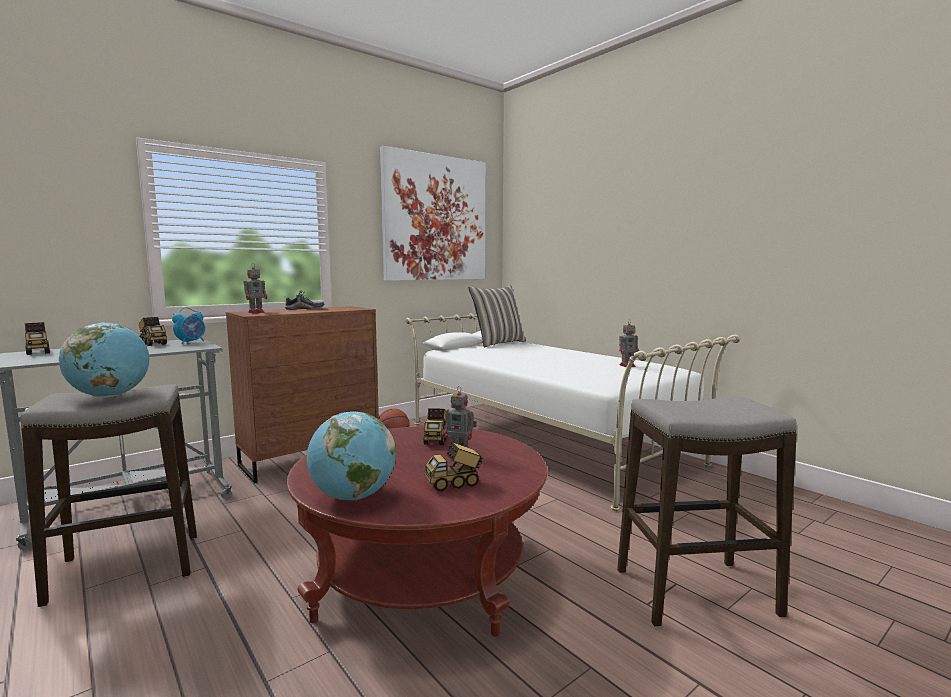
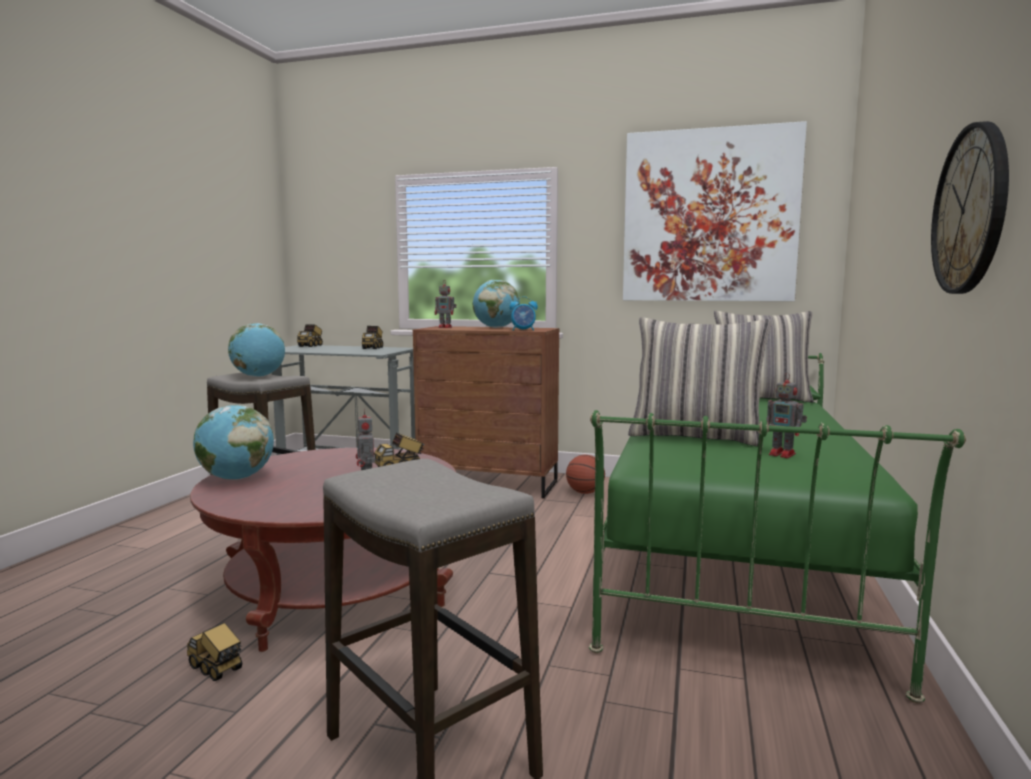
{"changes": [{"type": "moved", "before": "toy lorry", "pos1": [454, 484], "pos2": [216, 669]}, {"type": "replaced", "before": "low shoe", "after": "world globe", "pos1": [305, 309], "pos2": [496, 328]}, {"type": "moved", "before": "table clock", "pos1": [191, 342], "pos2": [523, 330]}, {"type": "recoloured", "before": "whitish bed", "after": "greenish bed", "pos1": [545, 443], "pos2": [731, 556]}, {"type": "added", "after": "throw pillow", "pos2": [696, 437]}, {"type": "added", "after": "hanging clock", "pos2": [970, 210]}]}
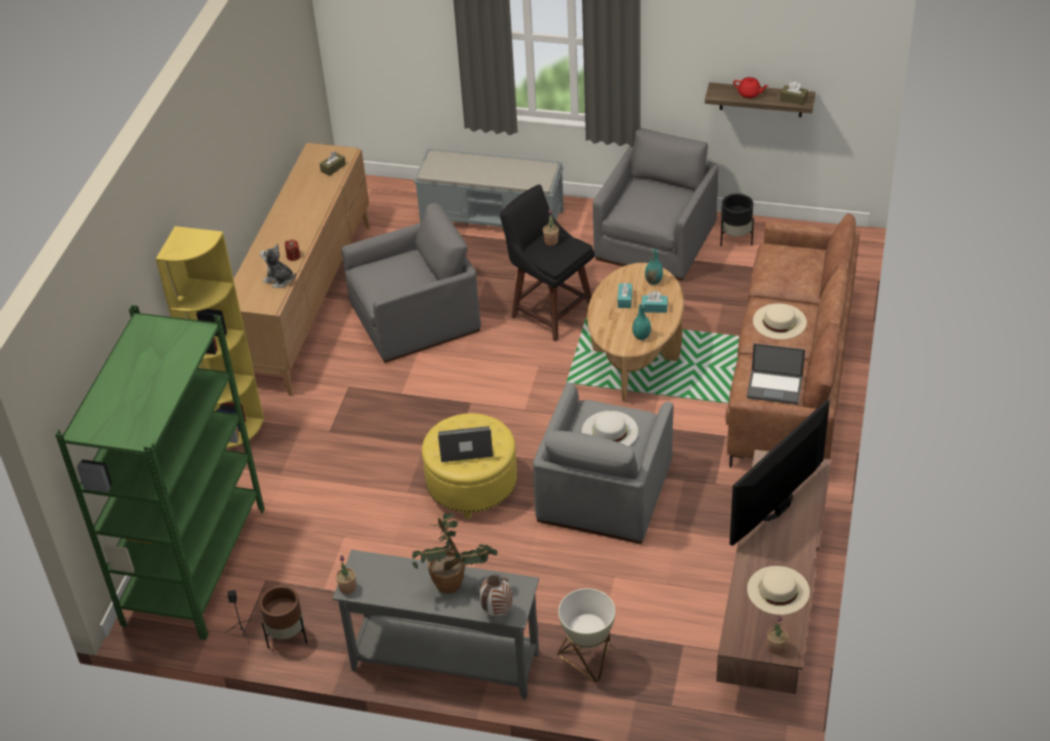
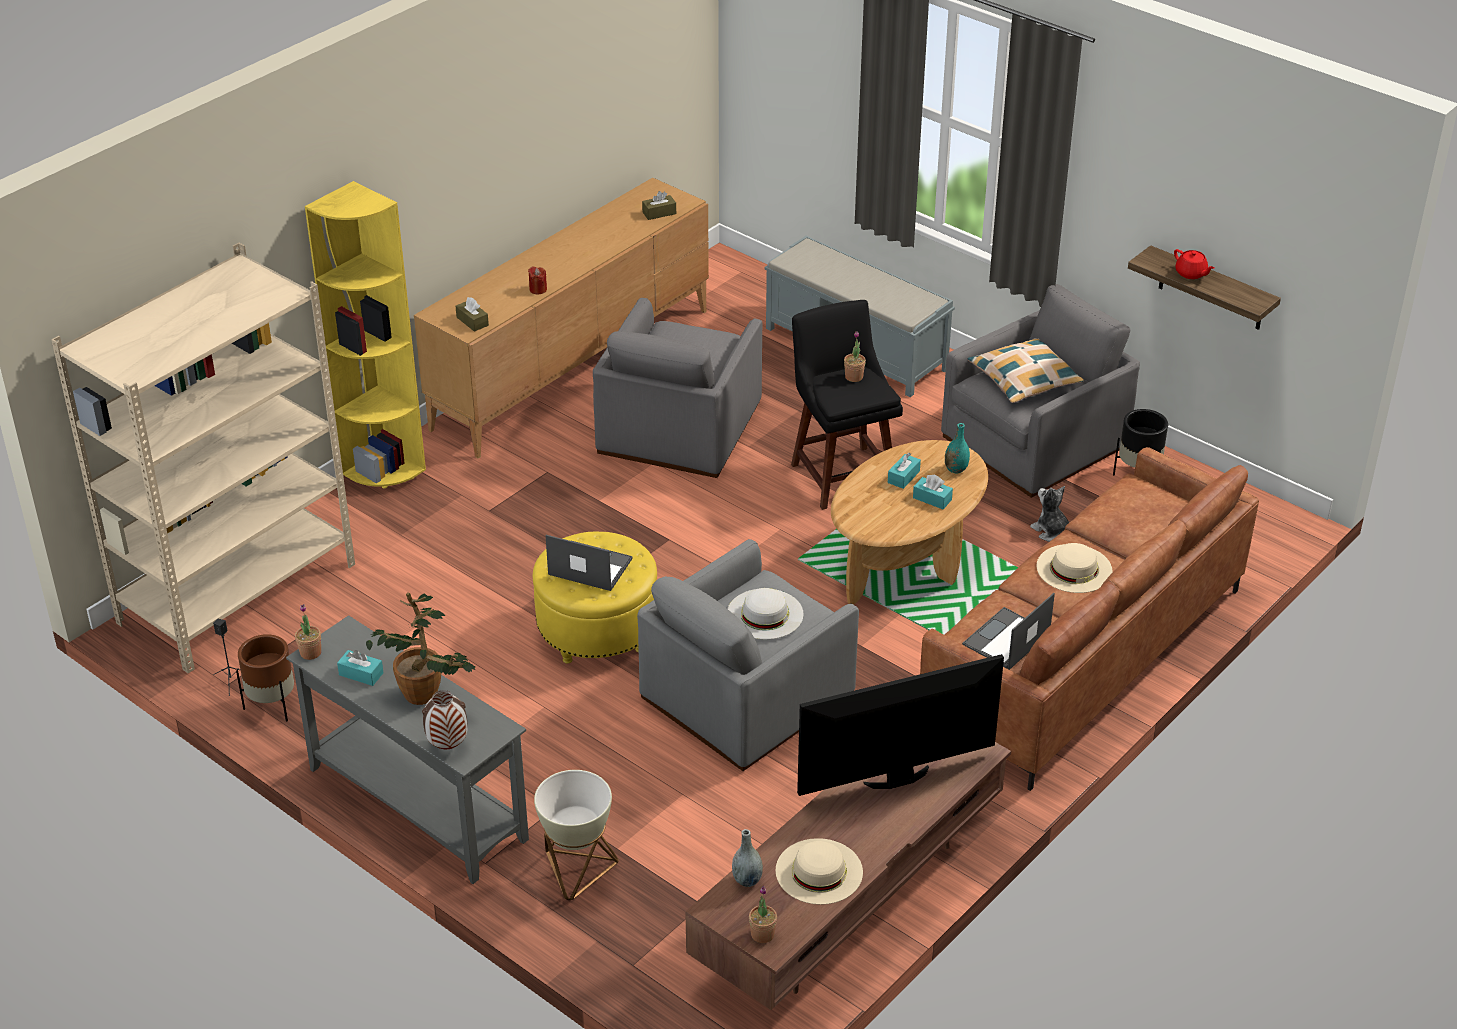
{"changes": [{"type": "recoloured", "before": "greenish bookcase", "after": "beige-coloured bookcase", "pos1": [195, 565], "pos2": [238, 593]}, {"type": "added", "after": "turquoise-coloured tissue holder", "pos2": [361, 674]}, {"type": "moved", "before": "brown-coloured tissue holder", "pos1": [793, 99], "pos2": [472, 321]}, {"type": "turned", "before": "grey lounge chair", "pos1": [415, 319], "pos2": [678, 426], "turn": 105}, {"type": "added", "after": "grey vase", "pos2": [747, 880]}, {"type": "turned", "before": "laptop", "pos1": [775, 387], "pos2": [1006, 640], "turn": 90}, {"type": "added", "after": "throw pillow", "pos2": [1024, 379]}, {"type": "moved", "before": "plush toy", "pos1": [279, 280], "pos2": [1051, 532]}, {"type": "removed", "before": "turquoise-coloured vase", "pos1": [641, 336]}]}
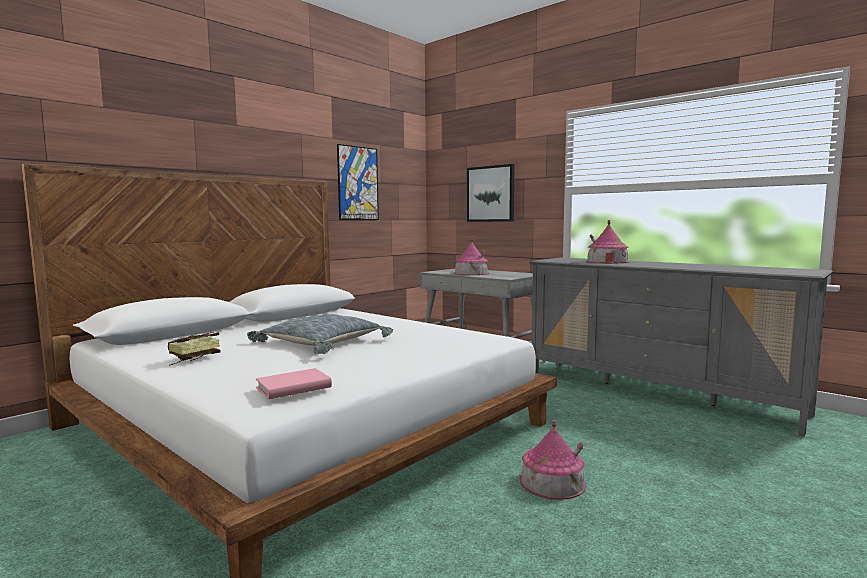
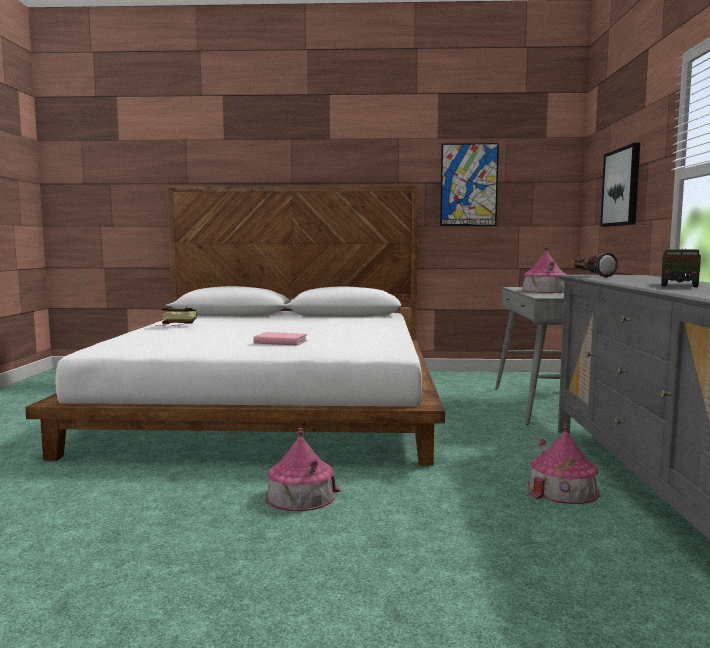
{"changes": [{"type": "moved", "before": "pink-coloured book", "pos1": [294, 388], "pos2": [280, 342]}, {"type": "moved", "before": "miniature house", "pos1": [607, 261], "pos2": [562, 489]}, {"type": "added", "after": "flashlight", "pos2": [590, 276]}, {"type": "added", "after": "toy lorry", "pos2": [678, 285]}, {"type": "removed", "before": "throw pillow", "pos1": [321, 341]}]}
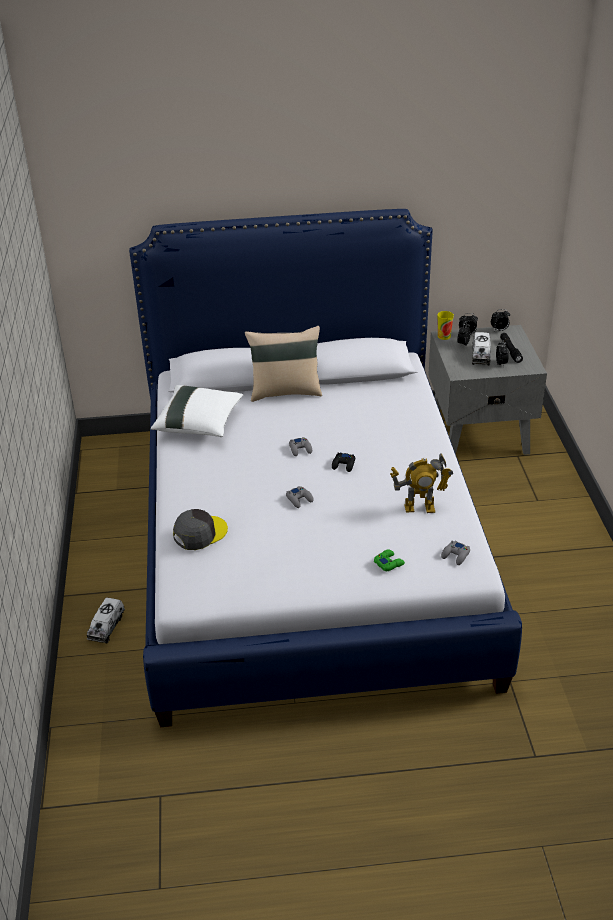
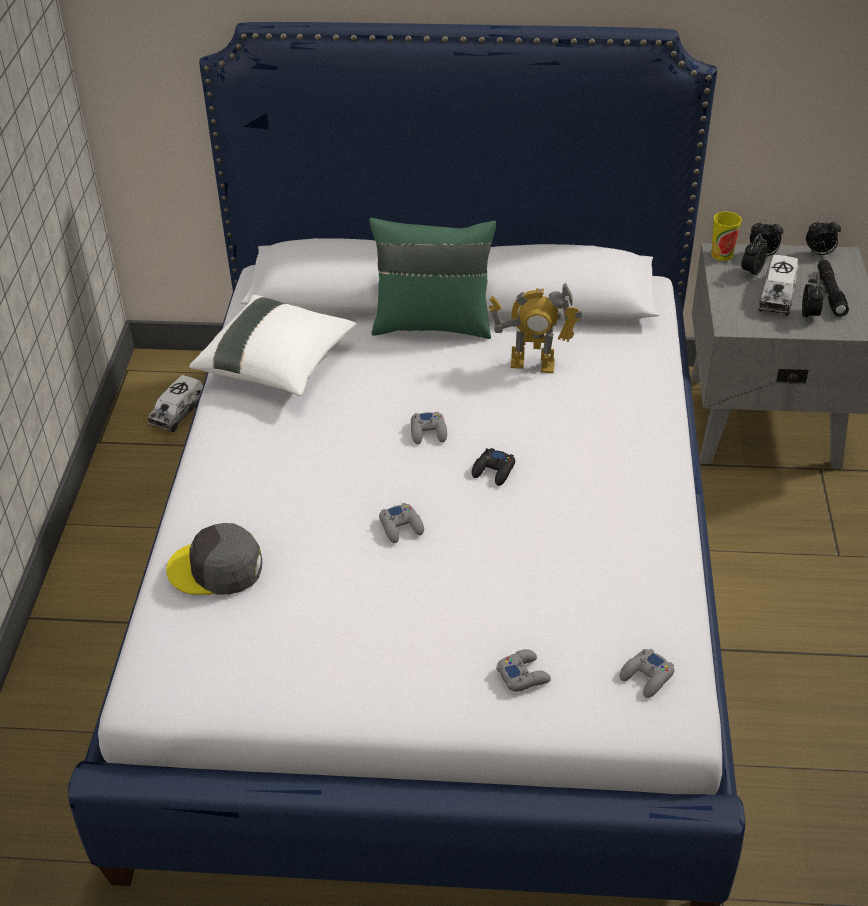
{"changes": [{"type": "moved", "before": "toy lorry", "pos1": [106, 627], "pos2": [178, 413]}, {"type": "turned", "before": "grey peaked cap", "pos1": [200, 533], "pos2": [216, 568], "turn": -150}, {"type": "recoloured", "before": "beige-coloured throw pillow", "after": "greenish throw pillow", "pos1": [285, 391], "pos2": [432, 324]}, {"type": "moved", "before": "toy robot", "pos1": [419, 508], "pos2": [533, 364]}, {"type": "recoloured", "before": "greenish gamepad", "after": "grey gamepad", "pos1": [389, 563], "pos2": [523, 675]}]}
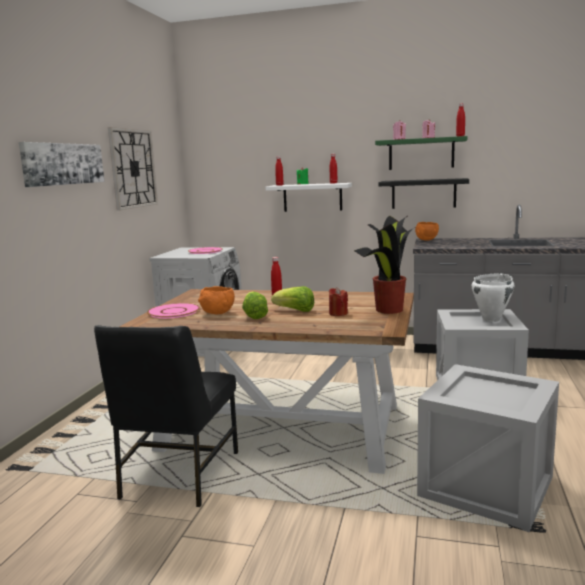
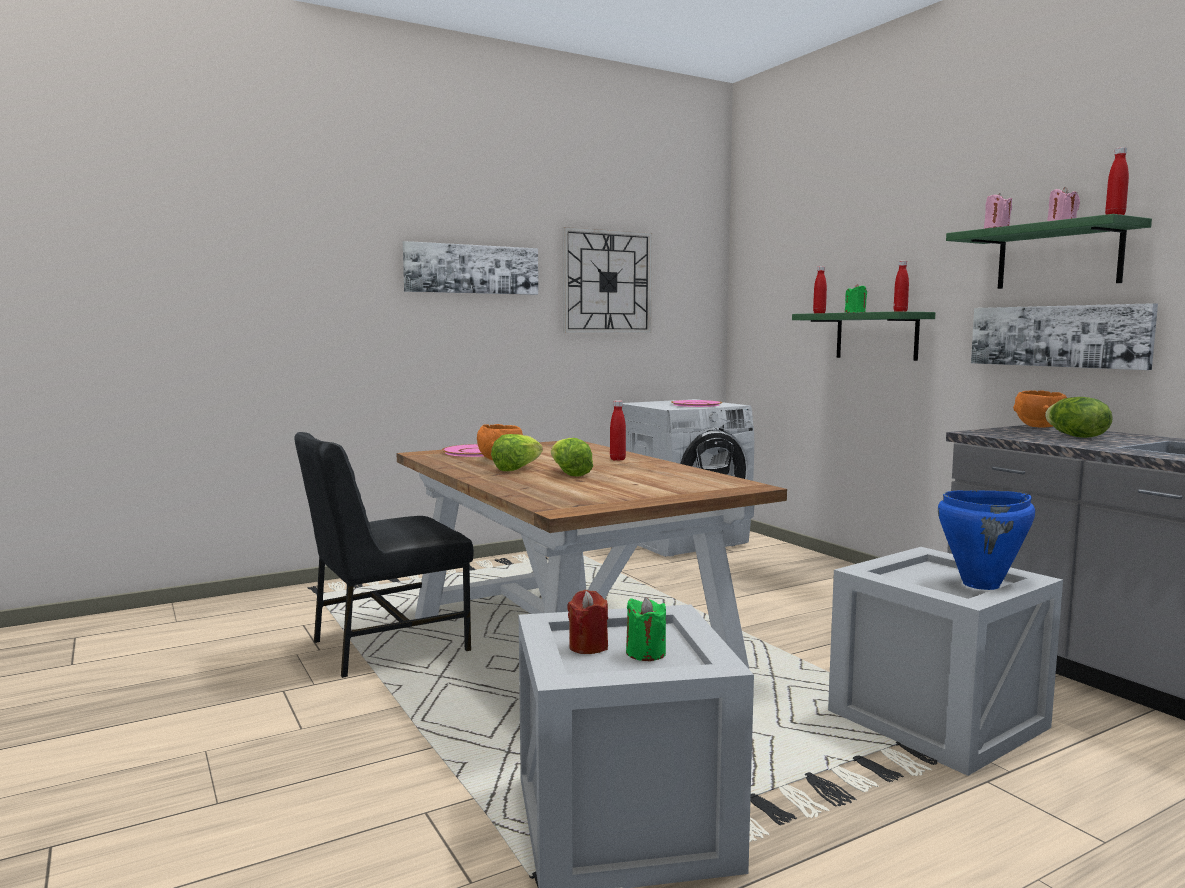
{"changes": [{"type": "moved", "before": "red candle", "pos1": [338, 313], "pos2": [588, 647]}, {"type": "added", "after": "greenish candle", "pos2": [645, 653]}, {"type": "recoloured", "before": "whitish wall shelf", "after": "greenish wall shelf", "pos1": [312, 197], "pos2": [876, 336]}, {"type": "recoloured", "before": "whitish cooking pot", "after": "bluish cooking pot", "pos1": [491, 319], "pos2": [981, 585]}, {"type": "replaced", "before": "blackish wall shelf", "after": "wall picture", "pos1": [423, 193], "pos2": [1058, 336]}, {"type": "added", "after": "lettuce", "pos2": [1075, 436]}, {"type": "removed", "before": "plant in a pot", "pos1": [388, 310]}]}
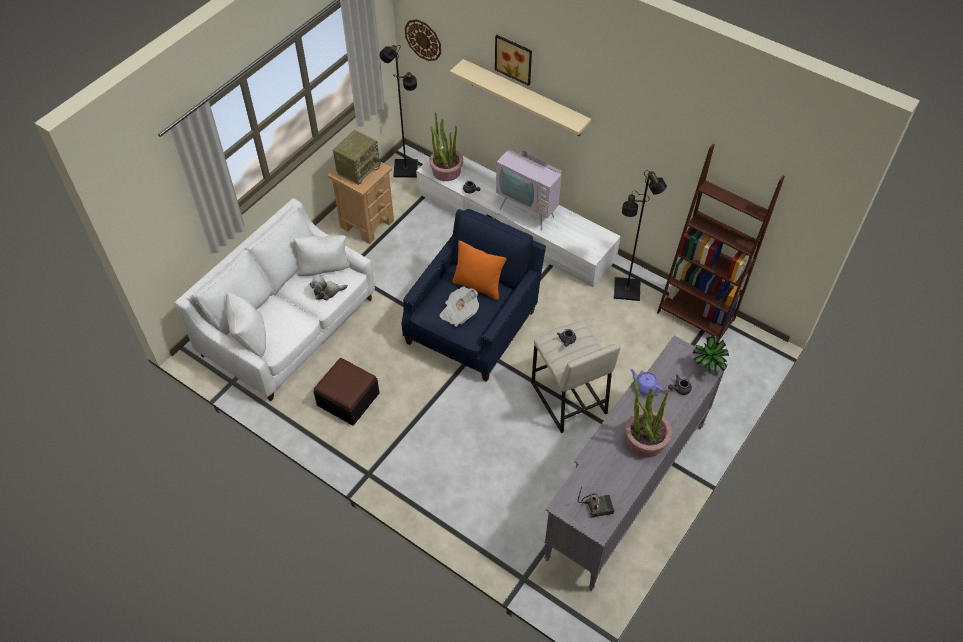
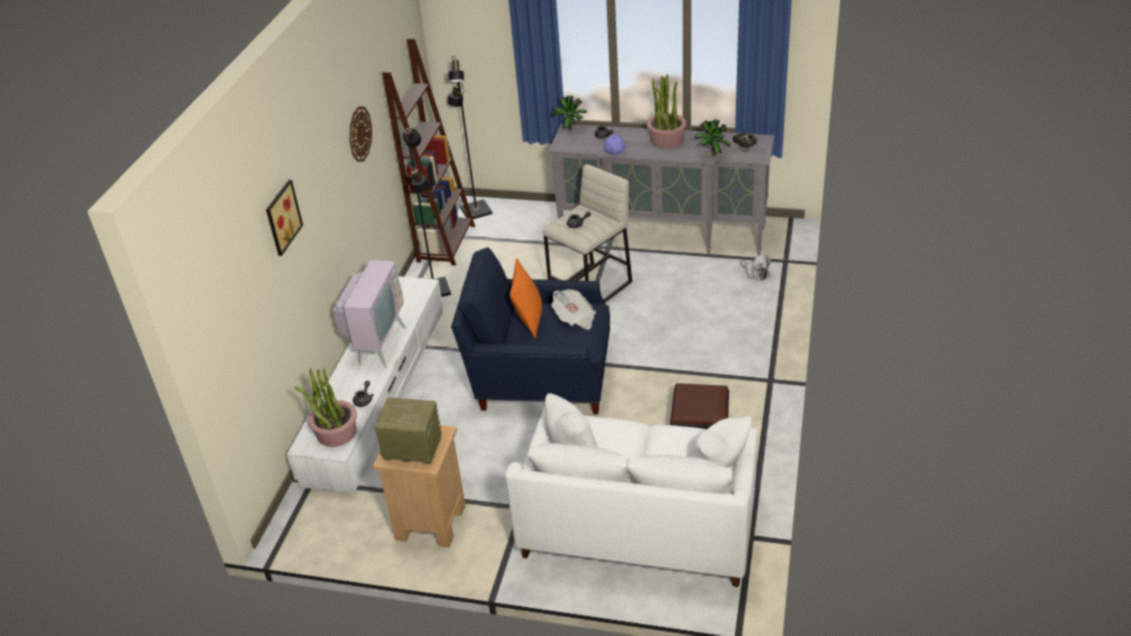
{"changes": [{"type": "moved", "before": "hanging clock", "pos1": [423, 39], "pos2": [359, 134]}, {"type": "moved", "before": "blackish standing lamp", "pos1": [406, 169], "pos2": [476, 210]}, {"type": "added", "after": "plant in a pot", "pos2": [710, 155]}, {"type": "moved", "before": "plush toy", "pos1": [327, 292], "pos2": [755, 273]}, {"type": "removed", "before": "beige-coloured wall shelf", "pos1": [525, 98]}]}
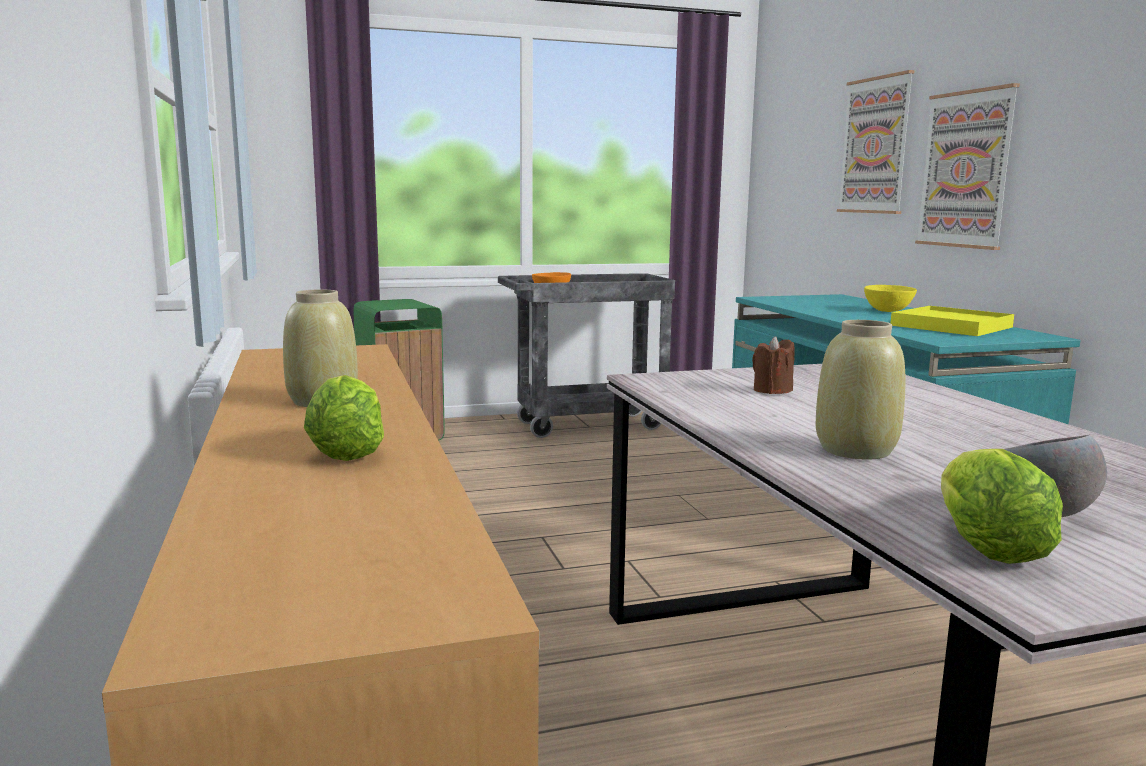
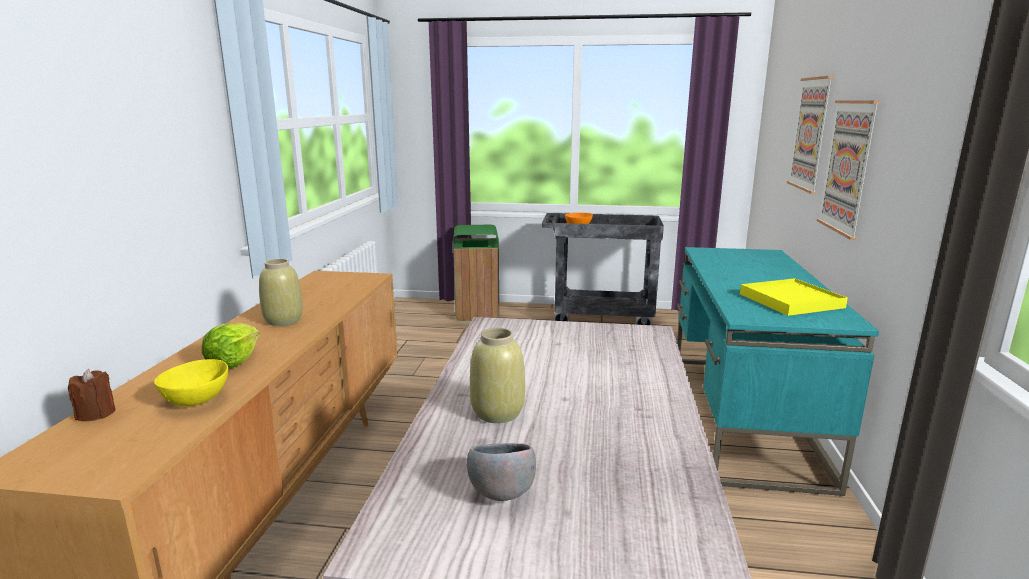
{"changes": [{"type": "moved", "before": "brown-coloured candle", "pos1": [772, 390], "pos2": [96, 414]}, {"type": "moved", "before": "yellowish serving bowl", "pos1": [888, 310], "pos2": [198, 400]}, {"type": "removed", "before": "lettuce", "pos1": [984, 546]}]}
